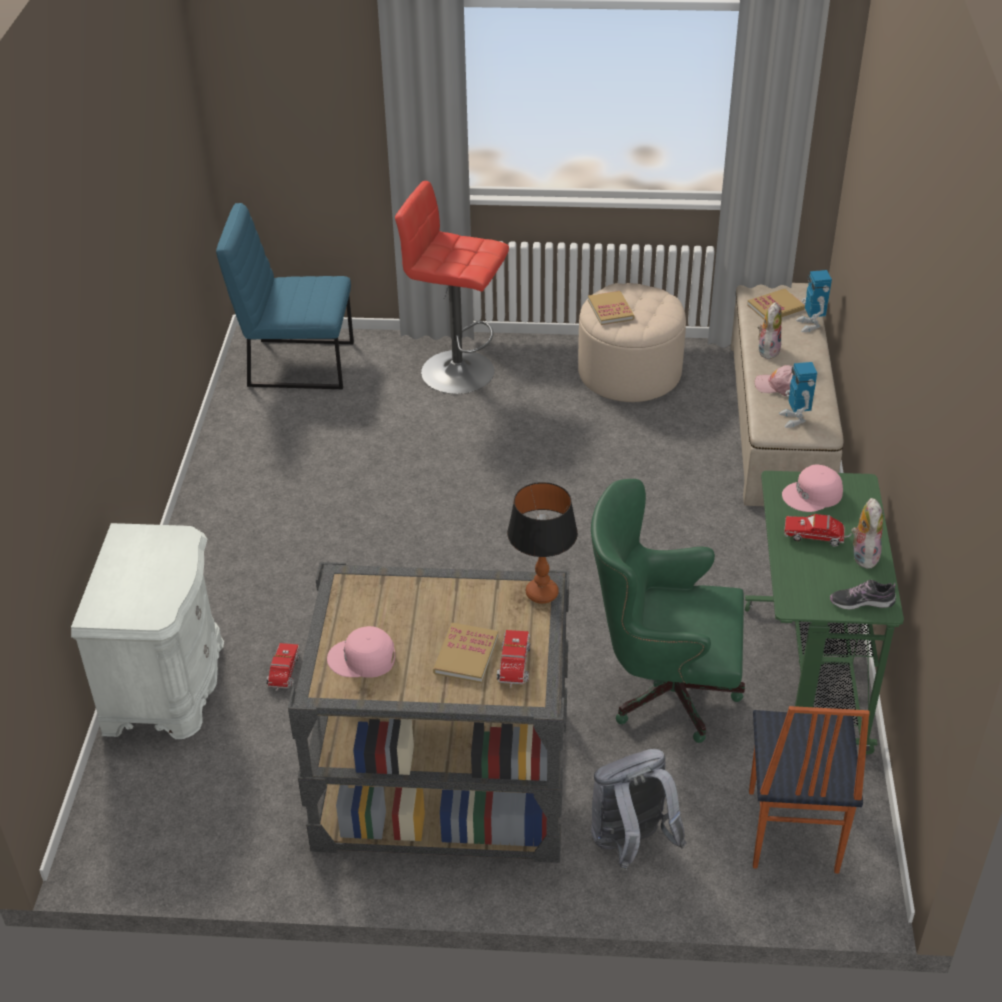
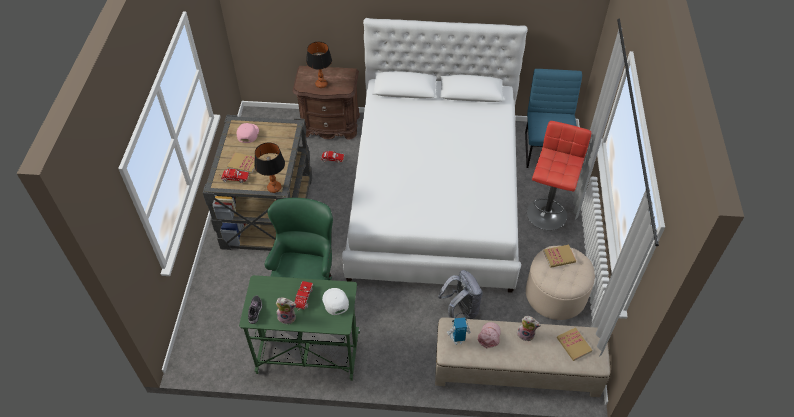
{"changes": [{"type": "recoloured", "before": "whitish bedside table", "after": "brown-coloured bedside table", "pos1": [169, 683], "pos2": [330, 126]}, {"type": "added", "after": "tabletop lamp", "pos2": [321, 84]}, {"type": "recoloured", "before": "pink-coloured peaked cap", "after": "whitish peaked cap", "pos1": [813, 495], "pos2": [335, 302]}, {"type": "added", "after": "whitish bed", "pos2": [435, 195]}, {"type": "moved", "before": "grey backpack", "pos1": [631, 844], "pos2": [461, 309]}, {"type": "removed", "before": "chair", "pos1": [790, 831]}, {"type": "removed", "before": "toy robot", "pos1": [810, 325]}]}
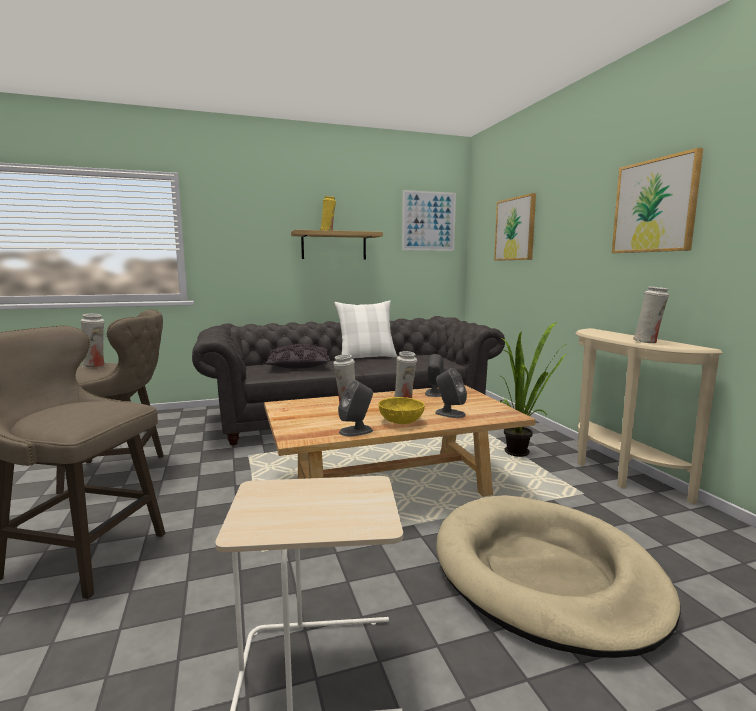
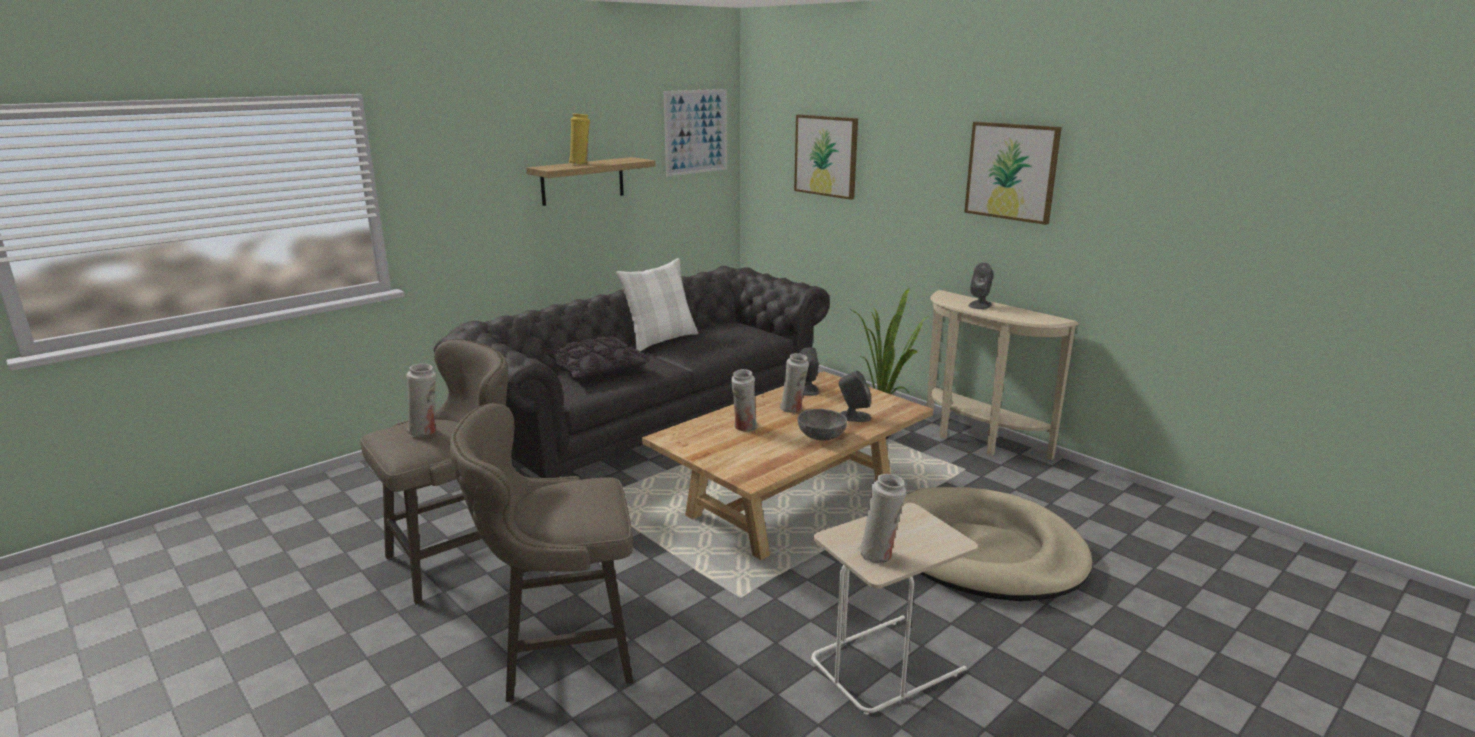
{"changes": [{"type": "recoloured", "before": "yellowish serving bowl", "after": "grey serving bowl", "pos1": [401, 421], "pos2": [821, 436]}, {"type": "moved", "before": "whitish vase", "pos1": [647, 342], "pos2": [879, 554]}, {"type": "moved", "before": "grey speaker", "pos1": [356, 431], "pos2": [980, 305]}]}
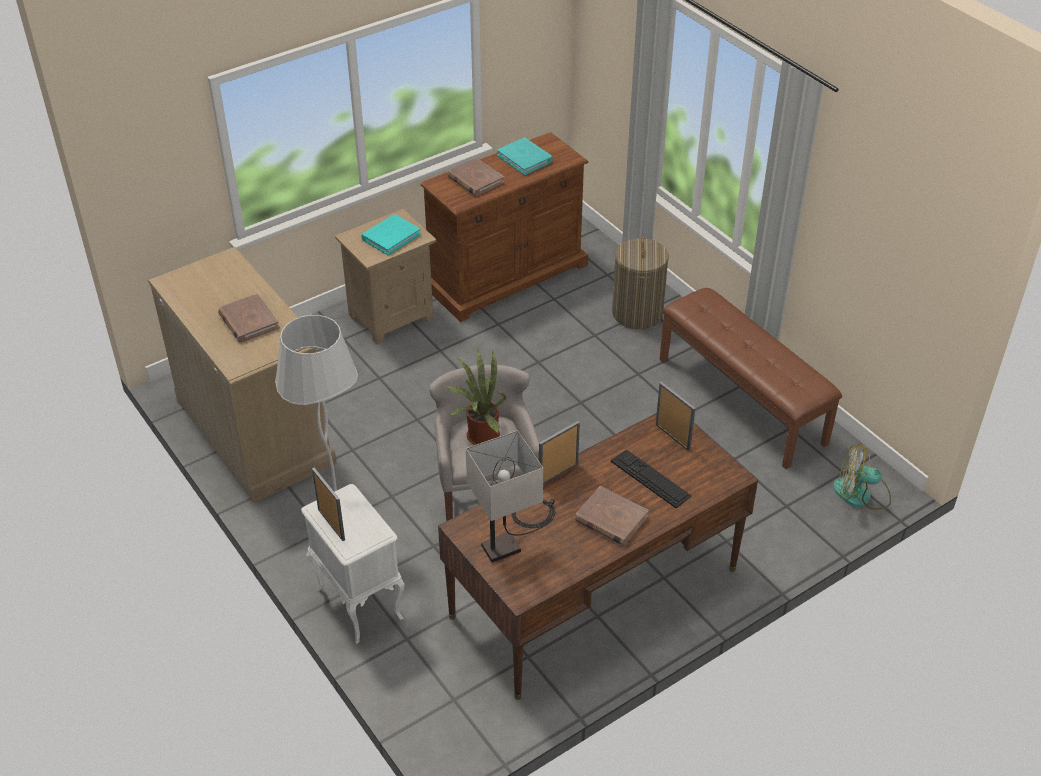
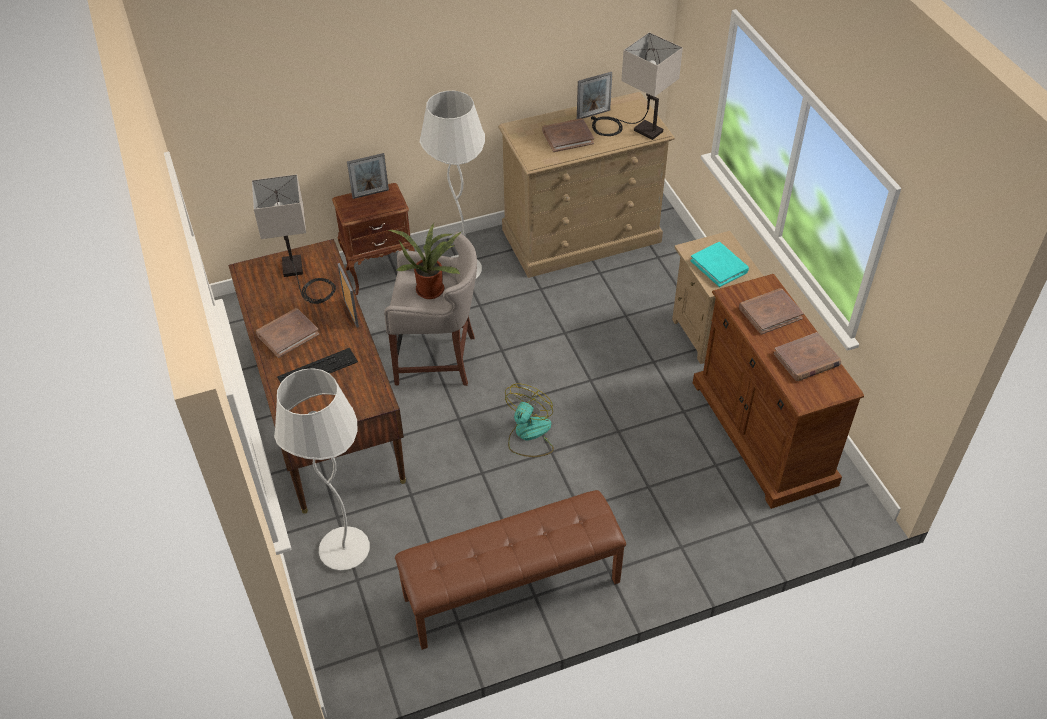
{"changes": [{"type": "added", "after": "whitish standing lamp", "pos2": [344, 550]}, {"type": "recoloured", "before": "whitish bedside table", "after": "brown-coloured bedside table", "pos1": [358, 603], "pos2": [380, 274]}, {"type": "moved", "before": "electric fan", "pos1": [861, 494], "pos2": [529, 435]}, {"type": "moved", "before": "picture frame", "pos1": [672, 437], "pos2": [593, 114]}, {"type": "added", "after": "tabletop lamp", "pos2": [630, 128]}, {"type": "recoloured", "before": "turquoise-coloured book", "after": "brown-coloured book", "pos1": [525, 158], "pos2": [806, 359]}, {"type": "removed", "before": "laundry basket", "pos1": [637, 313]}]}
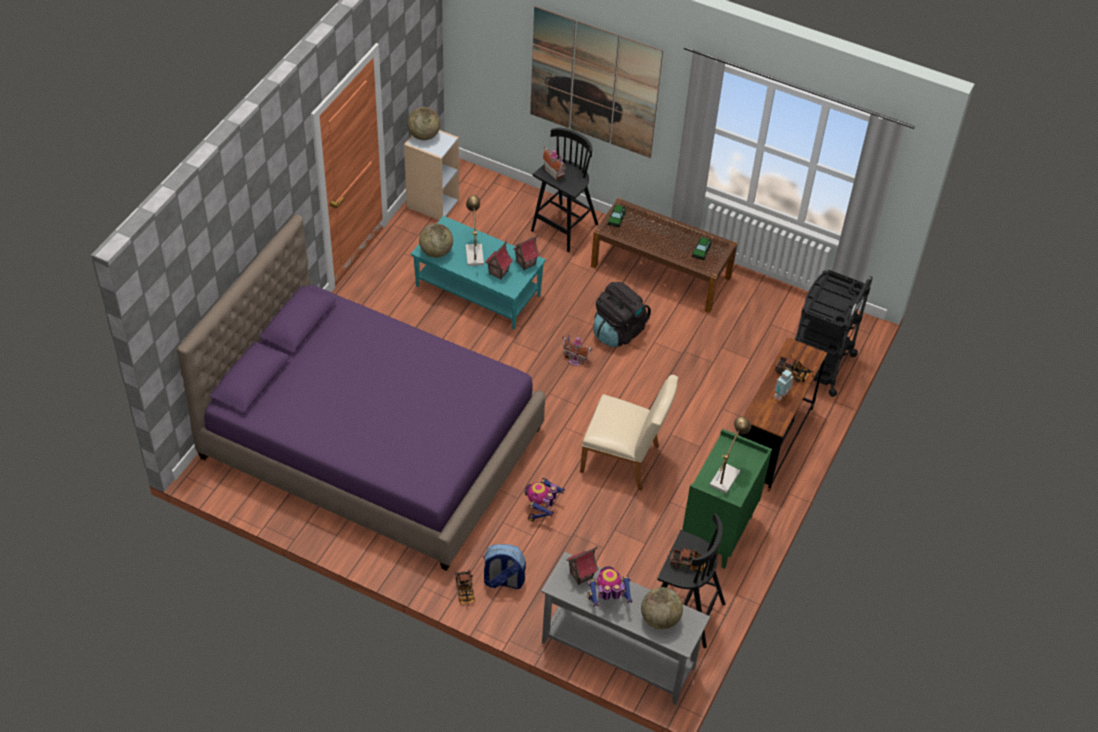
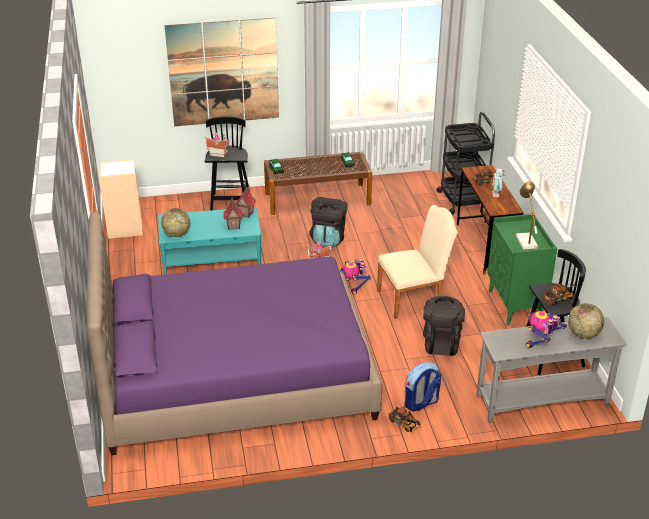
{"changes": [{"type": "moved", "before": "toy robot", "pos1": [542, 509], "pos2": [354, 286]}, {"type": "added", "after": "blackish backpack", "pos2": [441, 343]}, {"type": "removed", "before": "world globe", "pos1": [424, 135]}, {"type": "removed", "before": "tabletop lamp", "pos1": [473, 252]}, {"type": "removed", "before": "miniature house", "pos1": [581, 575]}]}
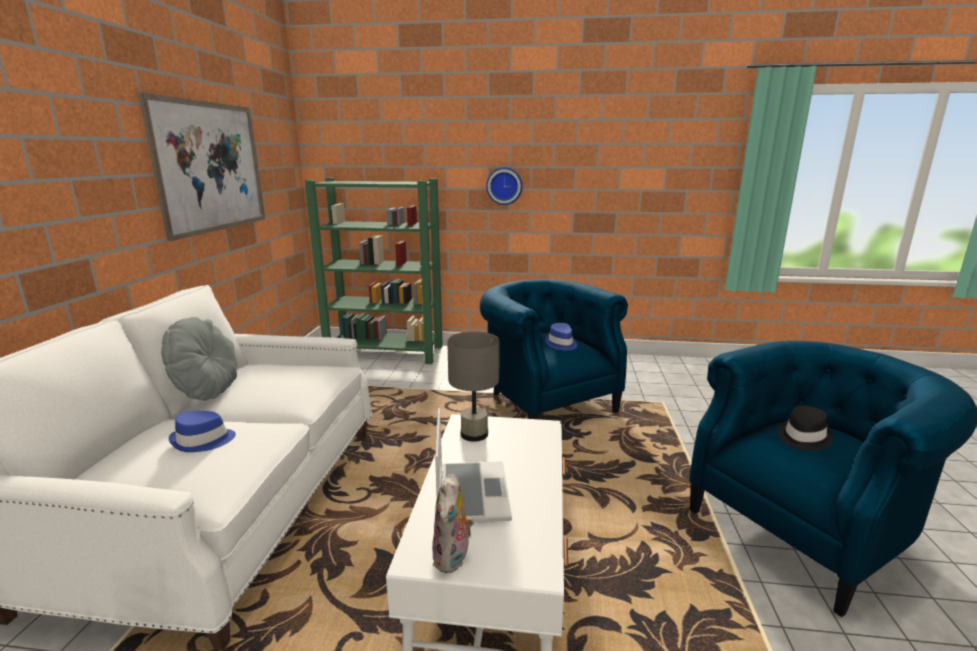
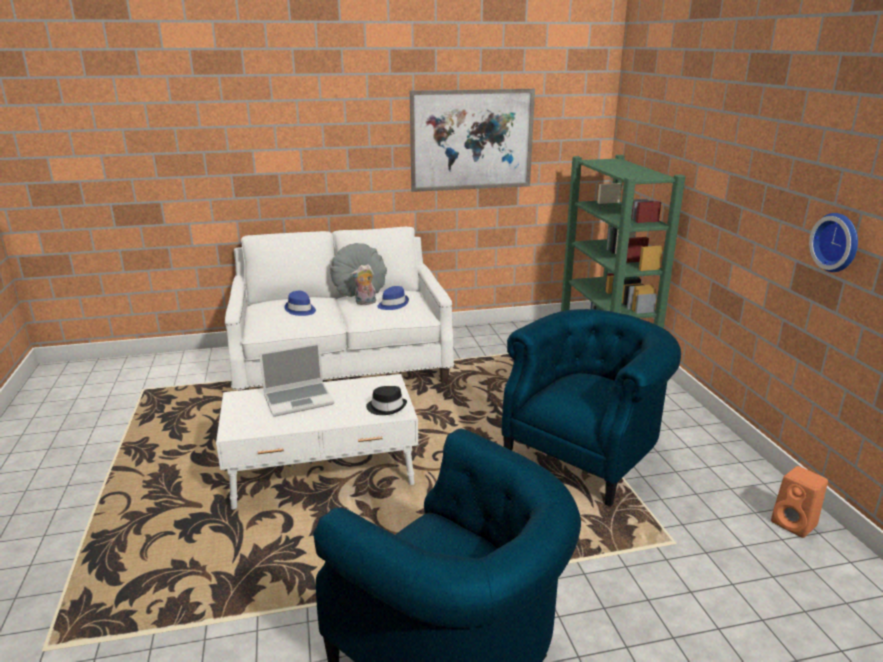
{"changes": [{"type": "moved", "before": "plush toy", "pos1": [453, 558], "pos2": [365, 303]}, {"type": "moved", "before": "blackish wearable hat", "pos1": [802, 437], "pos2": [386, 407]}, {"type": "moved", "before": "bluish wearable hat", "pos1": [561, 344], "pos2": [392, 304]}, {"type": "added", "after": "orangey speaker", "pos2": [795, 524]}, {"type": "moved", "before": "hanging clock", "pos1": [504, 186], "pos2": [838, 242]}, {"type": "removed", "before": "grey tabletop lamp", "pos1": [473, 434]}]}
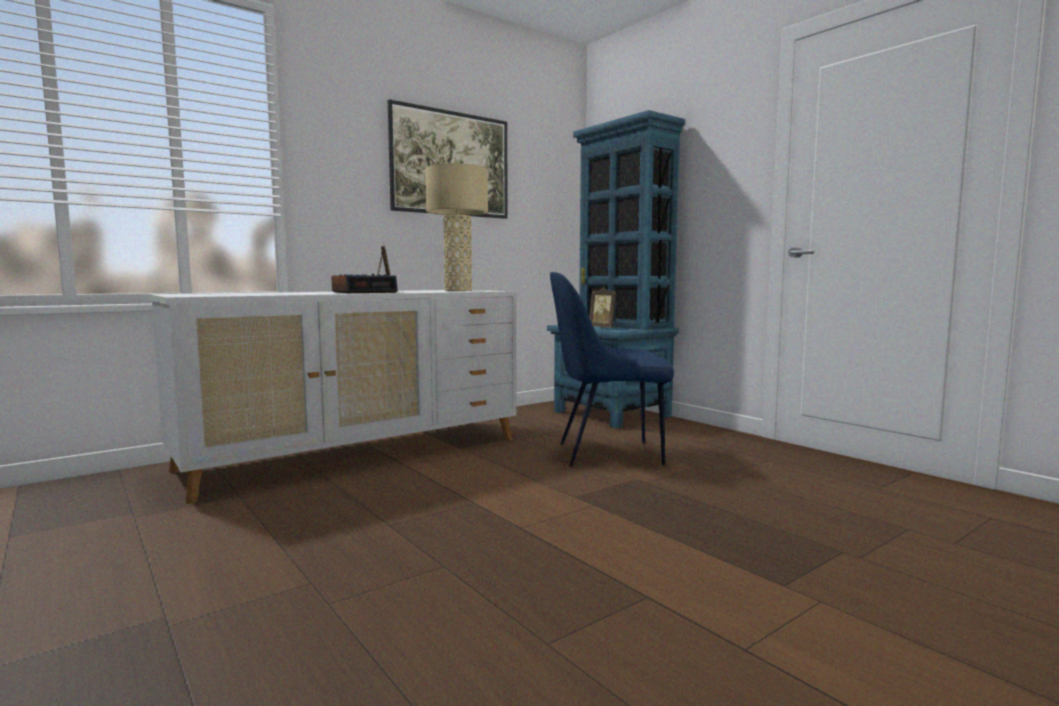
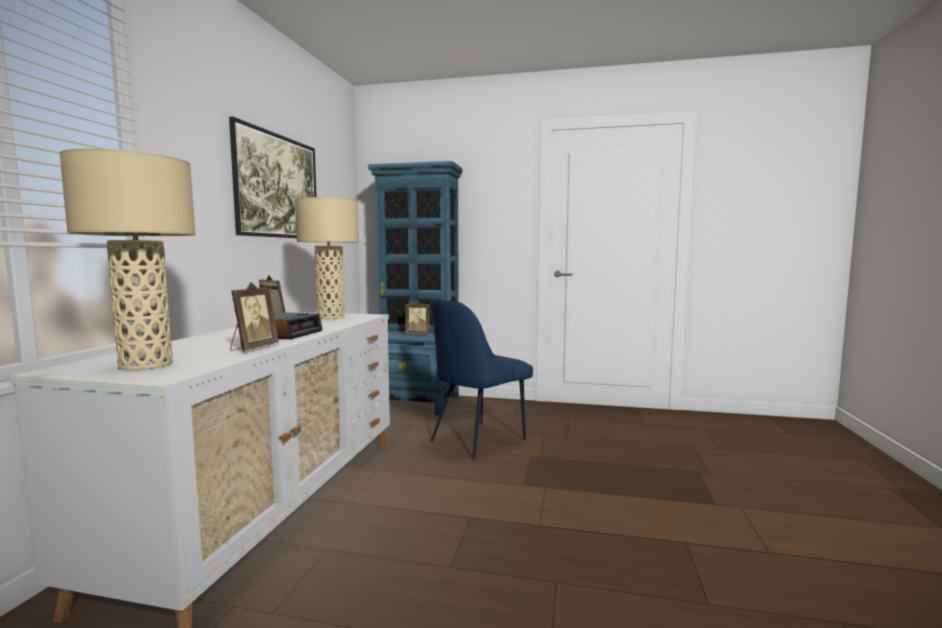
{"changes": [{"type": "added", "after": "beige-coloured tabletop lamp", "pos2": [147, 365]}, {"type": "added", "after": "picture frame", "pos2": [253, 348]}]}
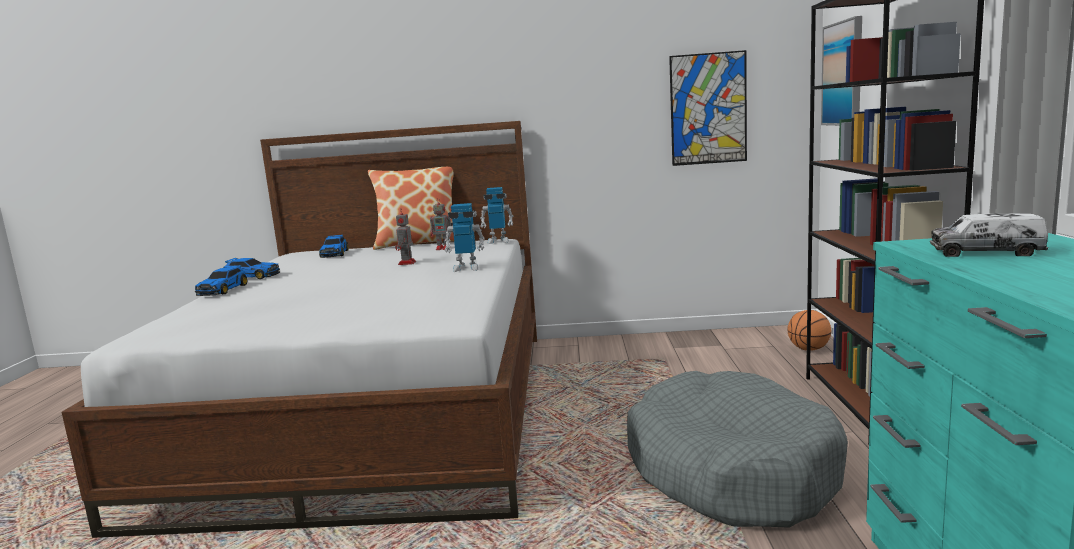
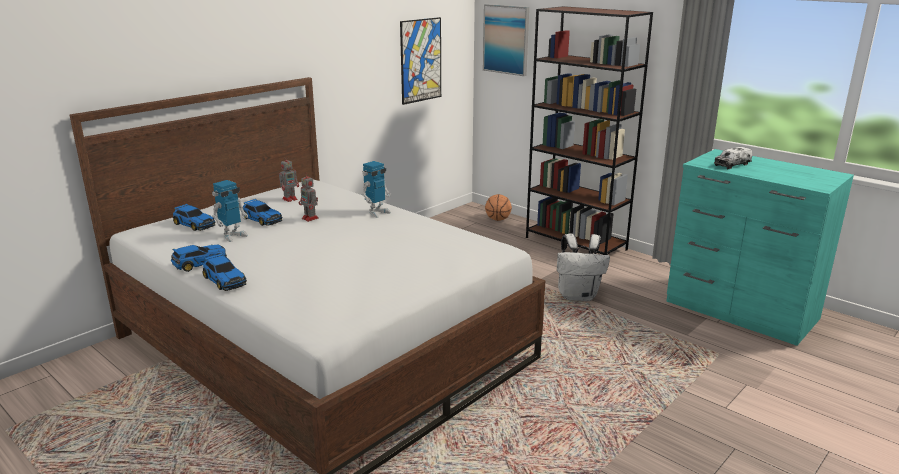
{"changes": [{"type": "moved", "before": "toy robot", "pos1": [498, 241], "pos2": [233, 236]}, {"type": "added", "after": "toy car", "pos2": [262, 219]}, {"type": "replaced", "before": "grey dog cushion", "after": "whitish backpack", "pos1": [730, 471], "pos2": [578, 296]}, {"type": "removed", "before": "throw pillow", "pos1": [419, 243]}]}
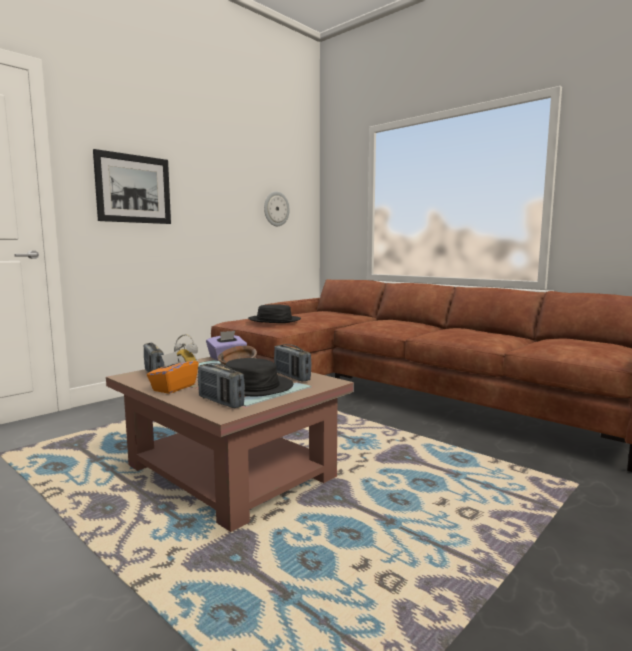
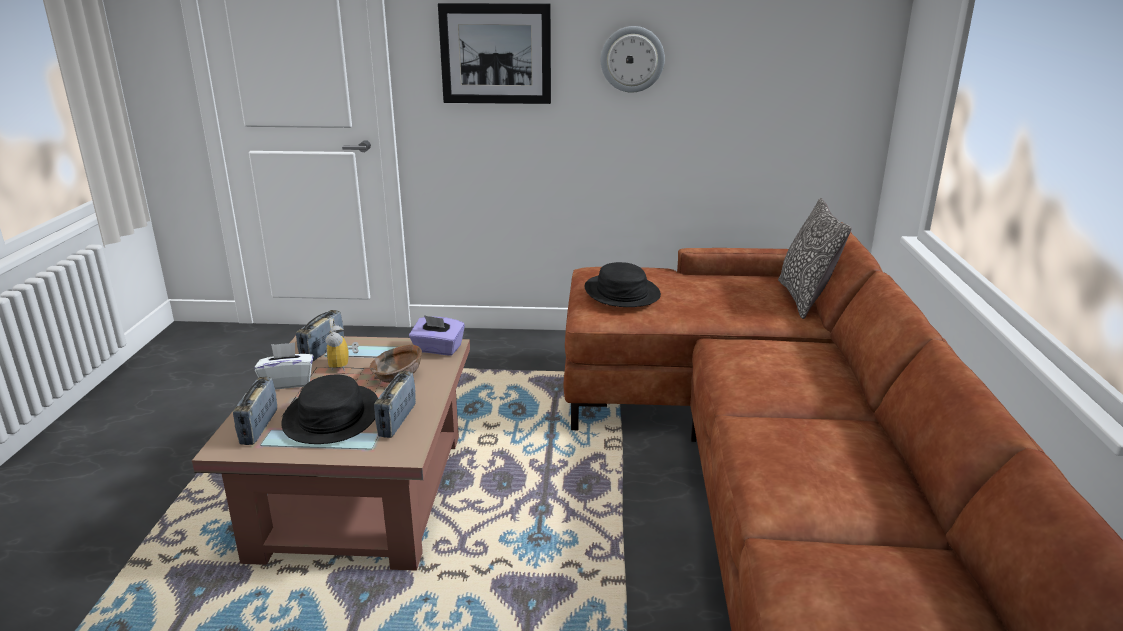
{"changes": [{"type": "recoloured", "before": "orangey tissue holder", "after": "whitish tissue holder", "pos1": [173, 388], "pos2": [288, 382]}, {"type": "moved", "before": "hanging clock", "pos1": [276, 209], "pos2": [632, 59]}, {"type": "added", "after": "throw pillow", "pos2": [804, 299]}]}
